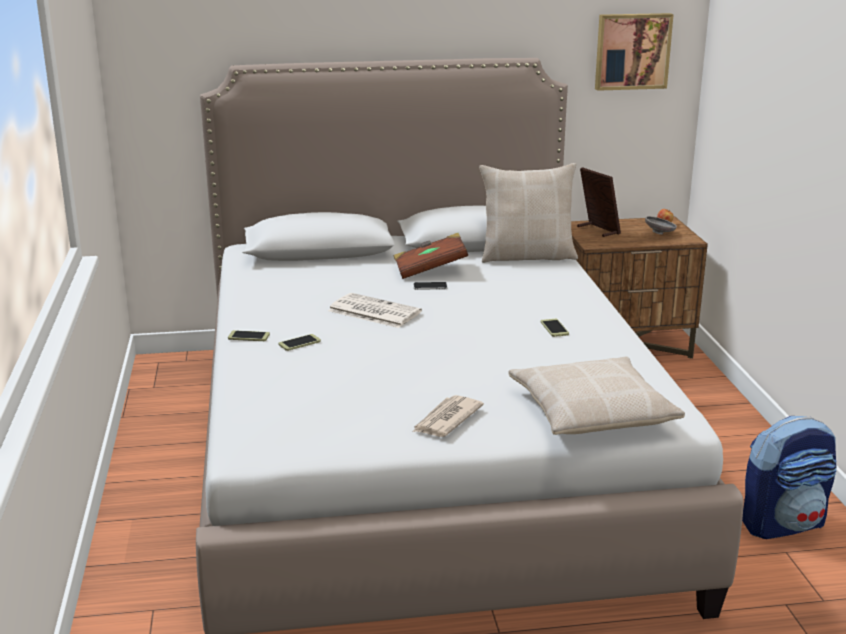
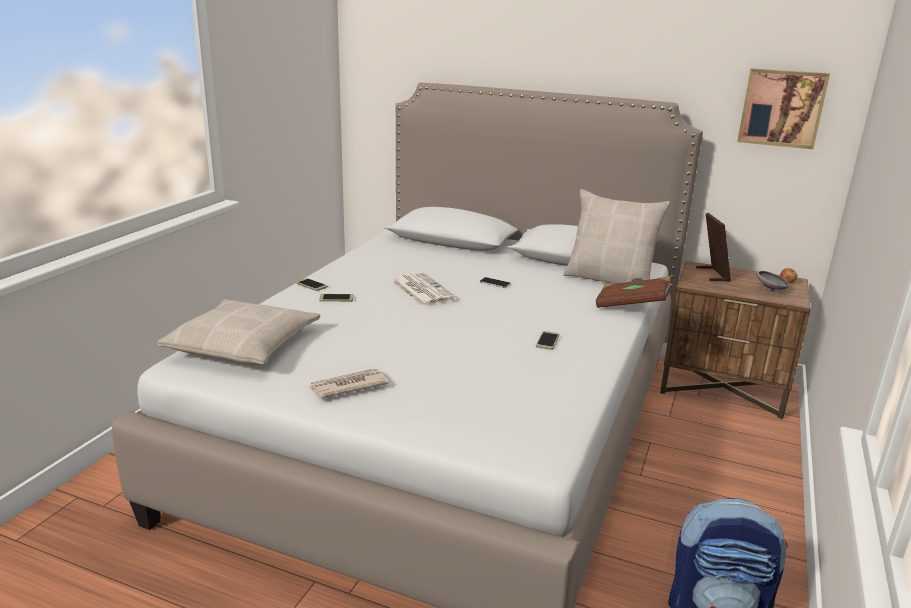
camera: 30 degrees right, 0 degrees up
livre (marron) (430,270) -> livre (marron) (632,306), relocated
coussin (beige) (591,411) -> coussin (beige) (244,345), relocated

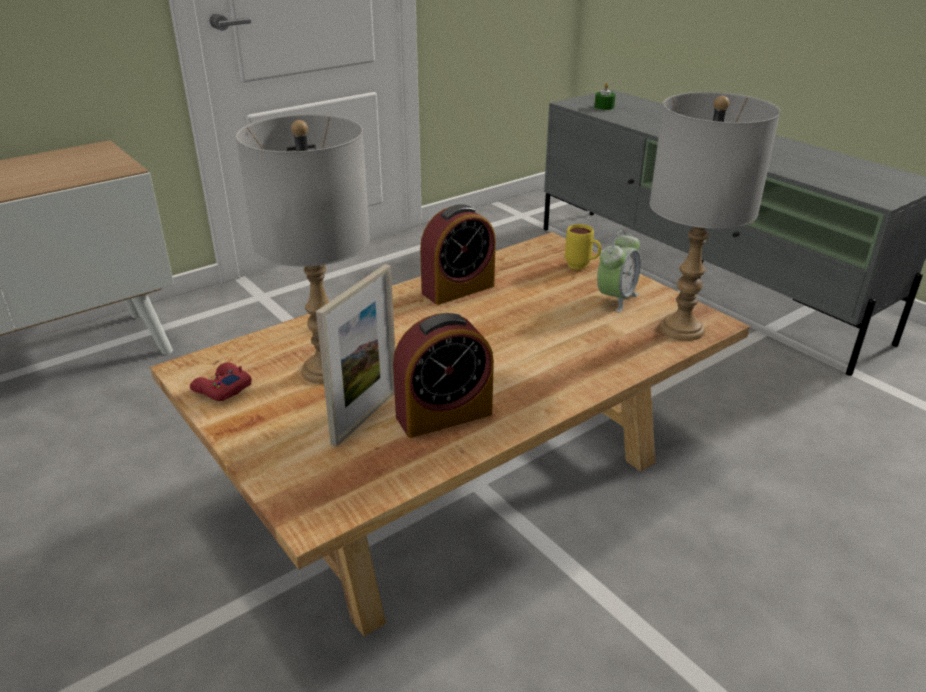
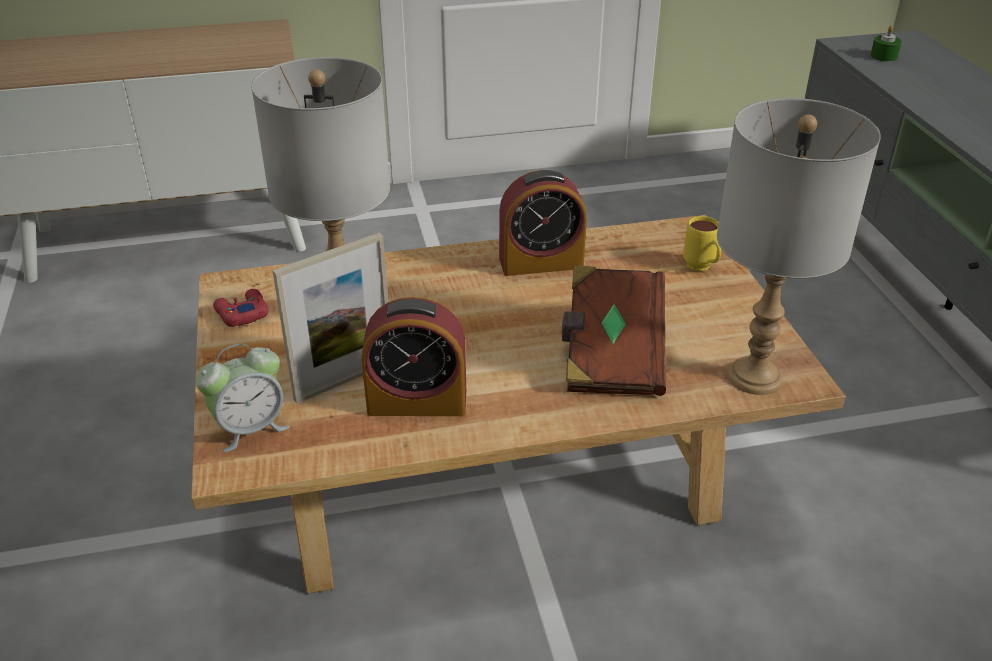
camera: 25 degrees right, 5 degrees up
réveil (615,299) -> réveil (250,428), relocated
none -> livre (marron) (611,354)

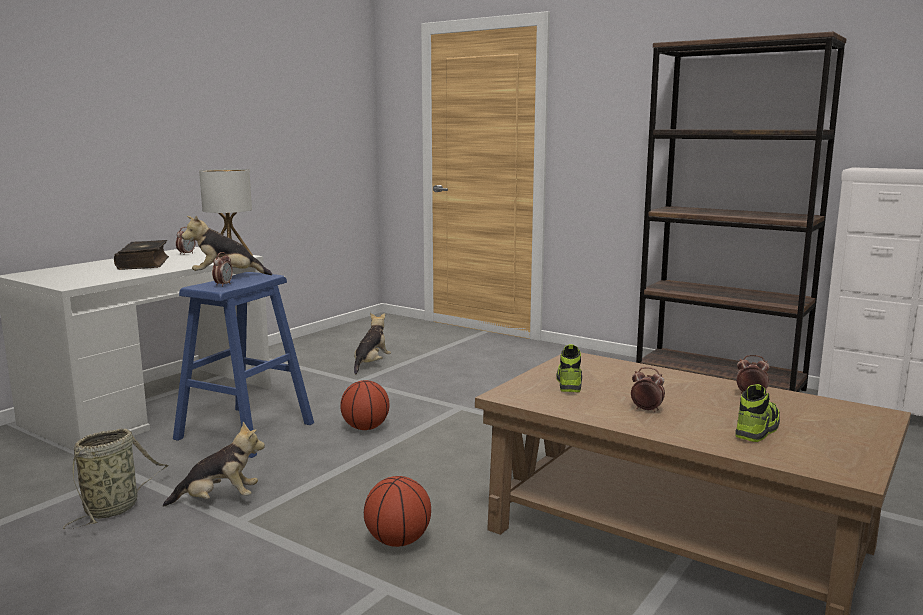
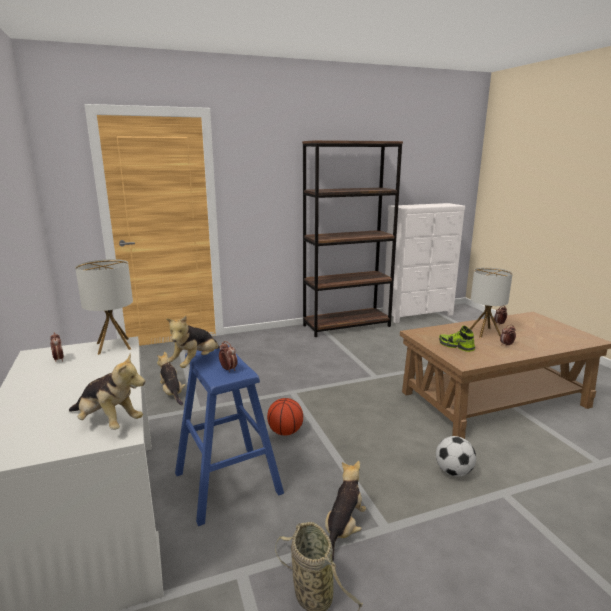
camera: 55 degrees left, 5 degrees up
livre (144,263) -> none
ballon de basket (398,541) -> ballon de foot (453,472)
chaussure (757,430) -> none
none -> peluche (108,422)
none -> lampe de table (484,332)

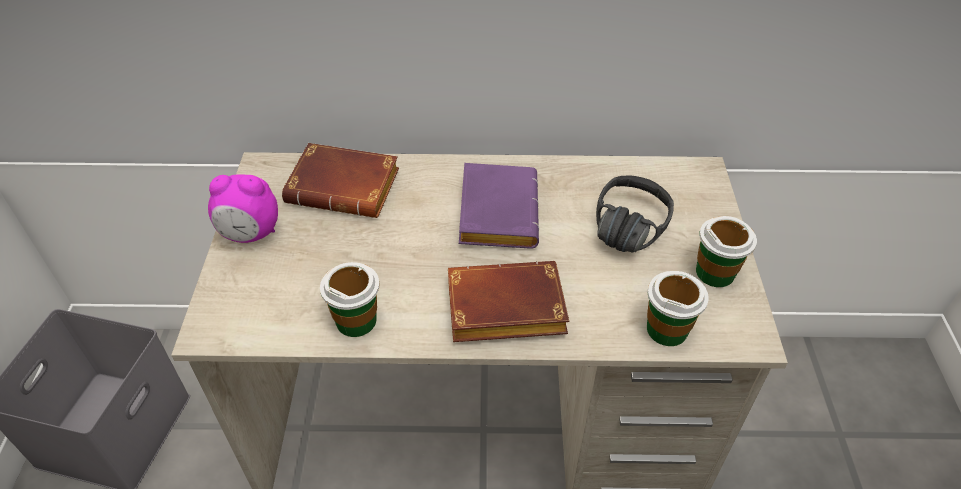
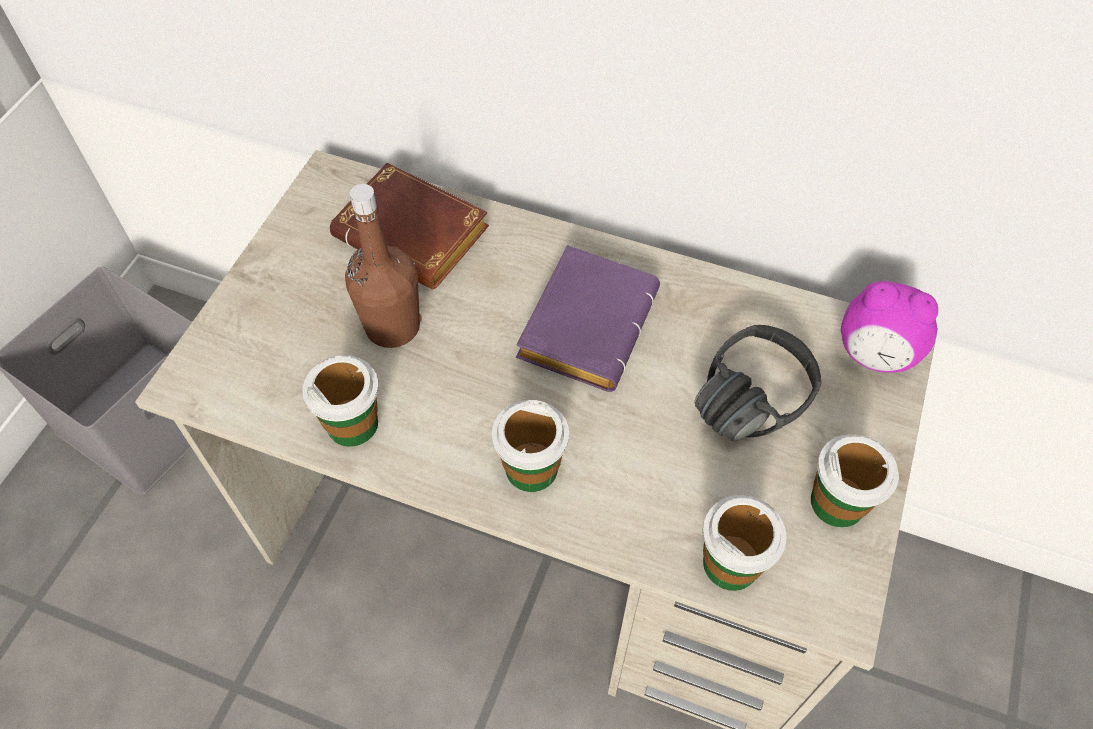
camera: 20 degrees right, 10 degrees up
réveil (250,234) -> réveil (874,355), relocated
livre (marron) (502,311) -> tasse (531,468)
none -> bouteille (marron) (392,327)

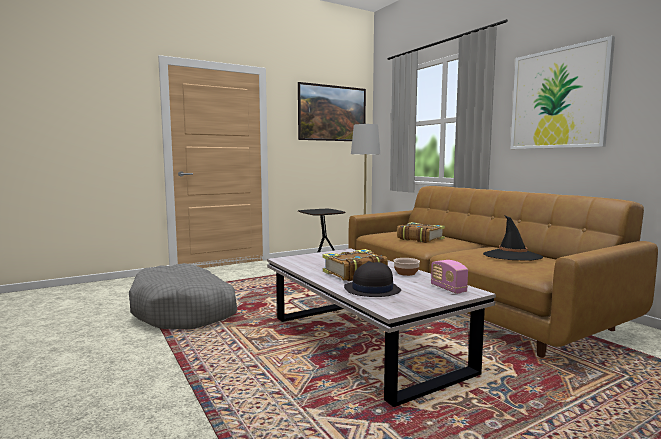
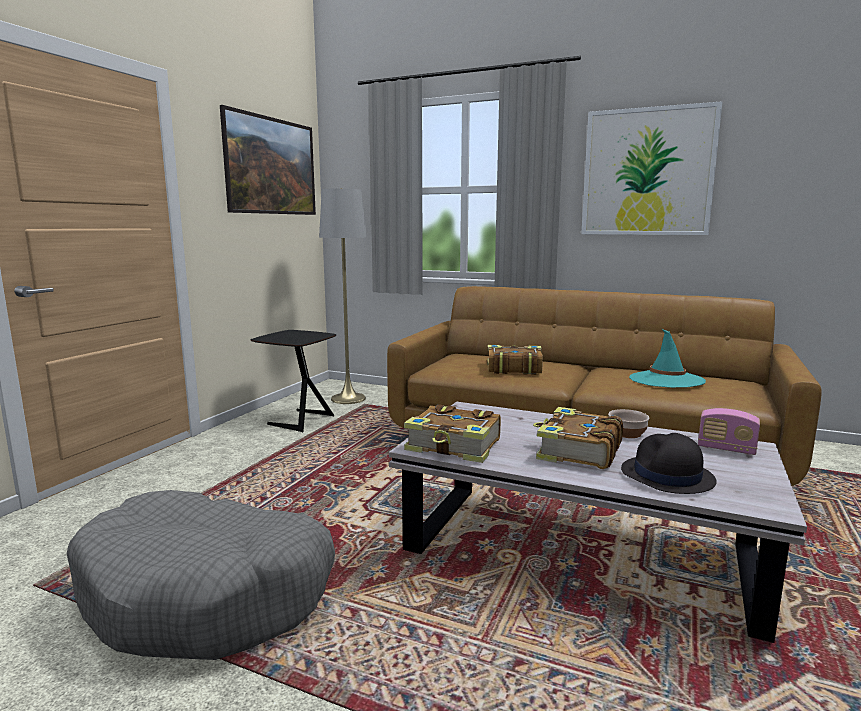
camera: 35 degrees left, 5 degrees up
chapeau (noir) (512,256) -> chapeau (turquoise) (666,380)
none -> livre (455,446)

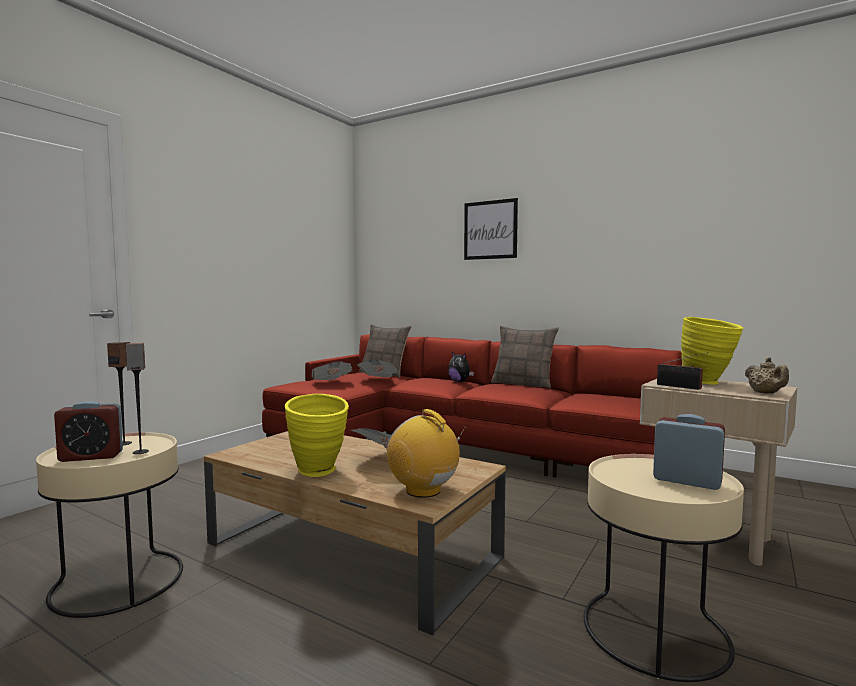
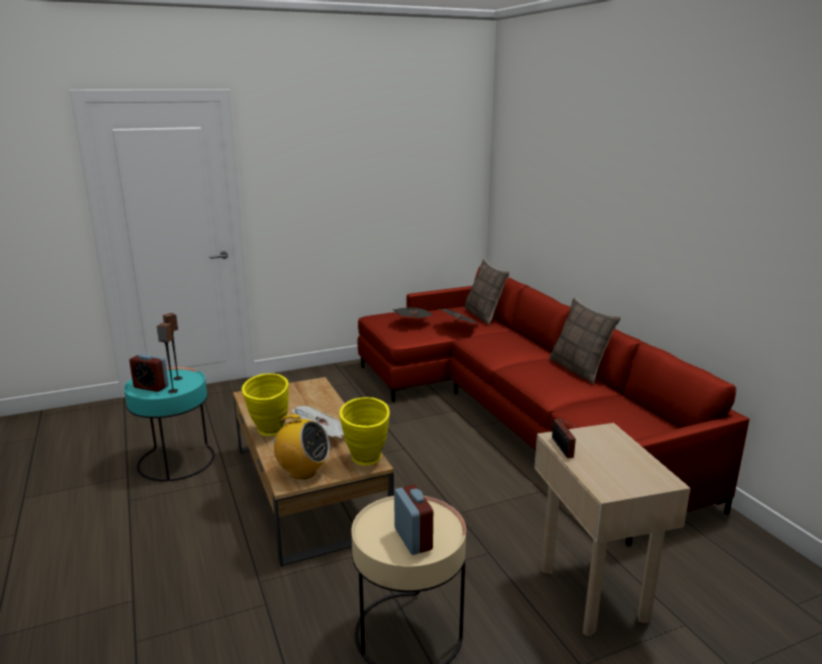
camera: 35 degrees right, 15 degrees up
table d'appoint (beige) (118,582) -> table d'appoint (turquoise) (176,461)
radio (424,491) -> radio (302,472), 120 degrees clockwise
peluche (460,381) -> none
tableau (490,230) -> none
vase (jaune) (709,383) -> vase (jaune) (366,461), relocated
théière (beige) (766,393) -> none

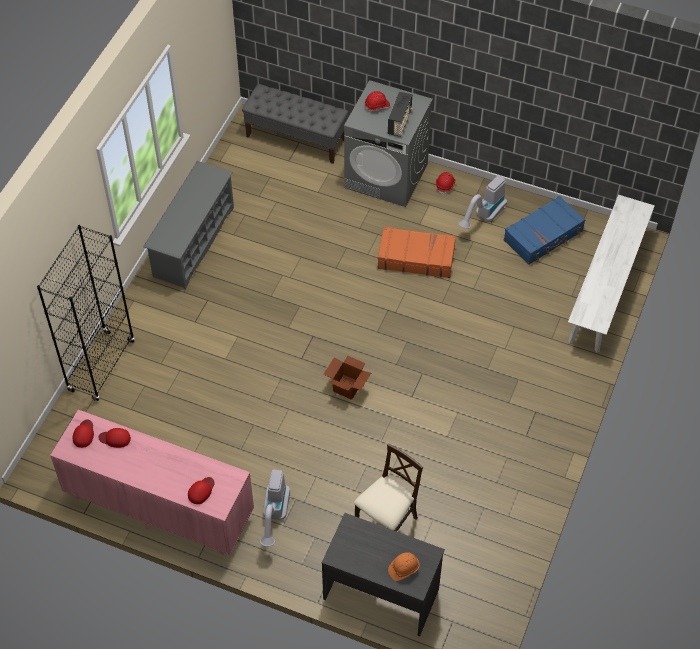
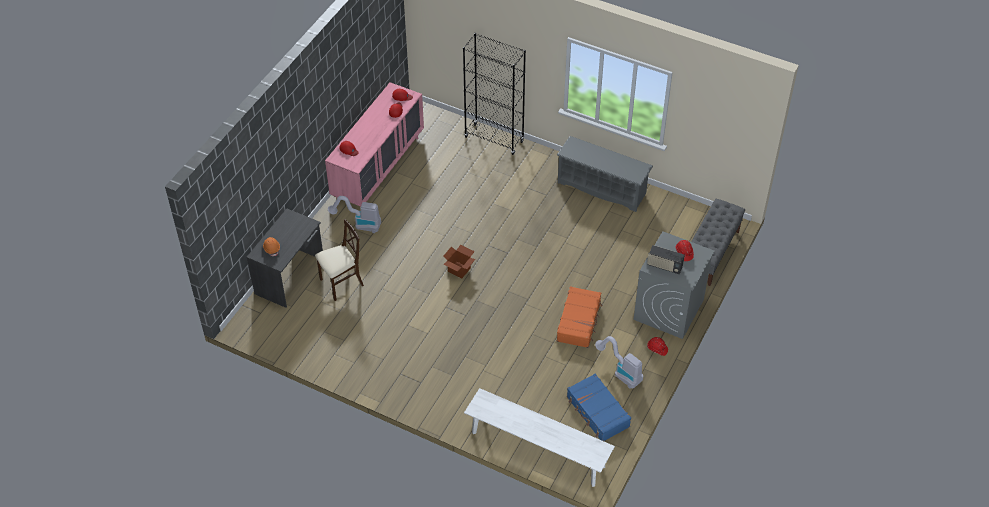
camera: 95 degrees right, 5 degrees down
chaise (beige) (387,524) -> chaise (beige) (341,283), 75 degrees counterclockwise

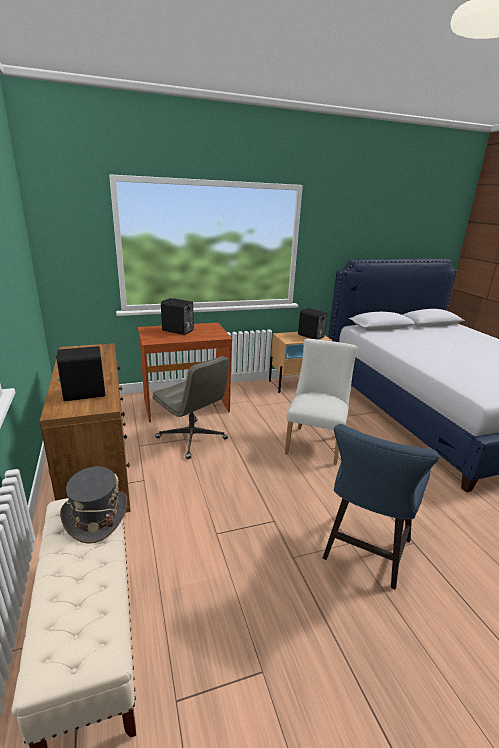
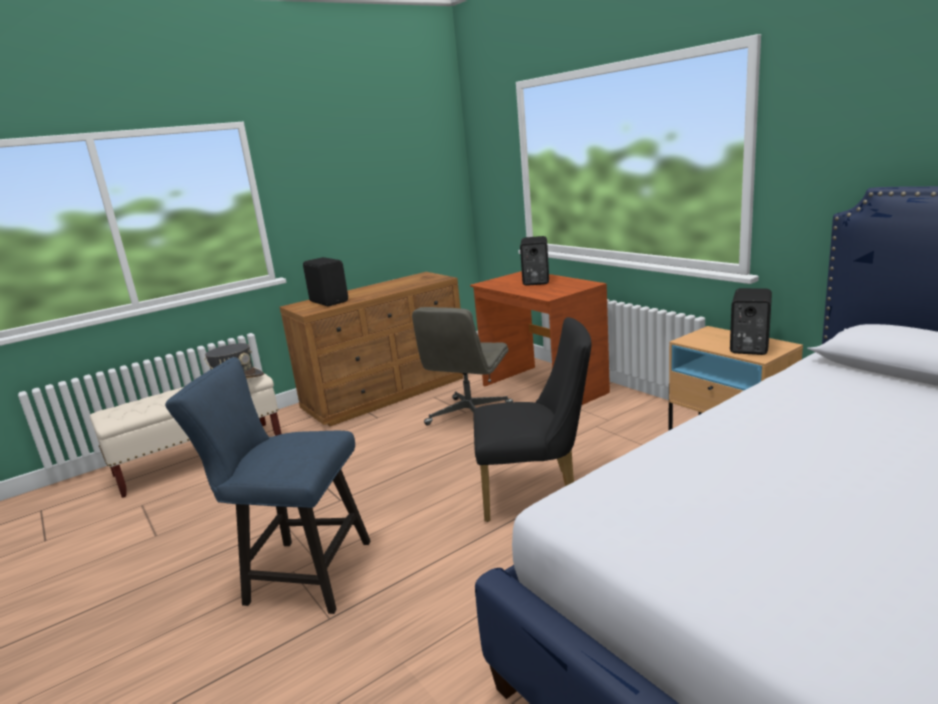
camera: 75 degrees right, 5 degrees down
chaise (blanc) (315,442) -> chaise (noir) (537,493)

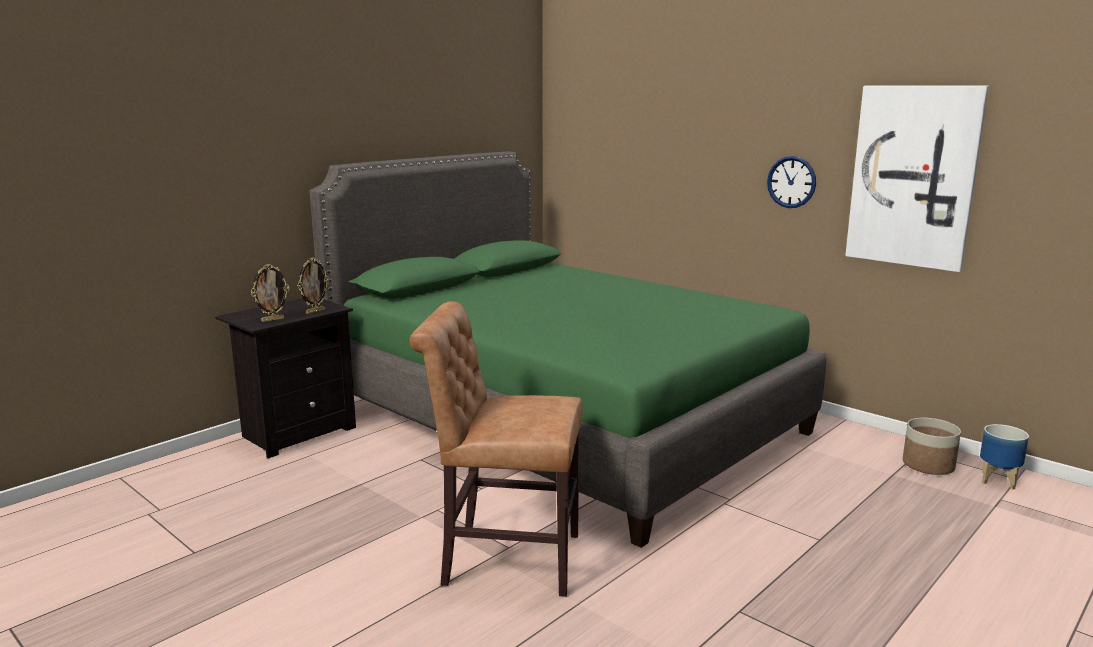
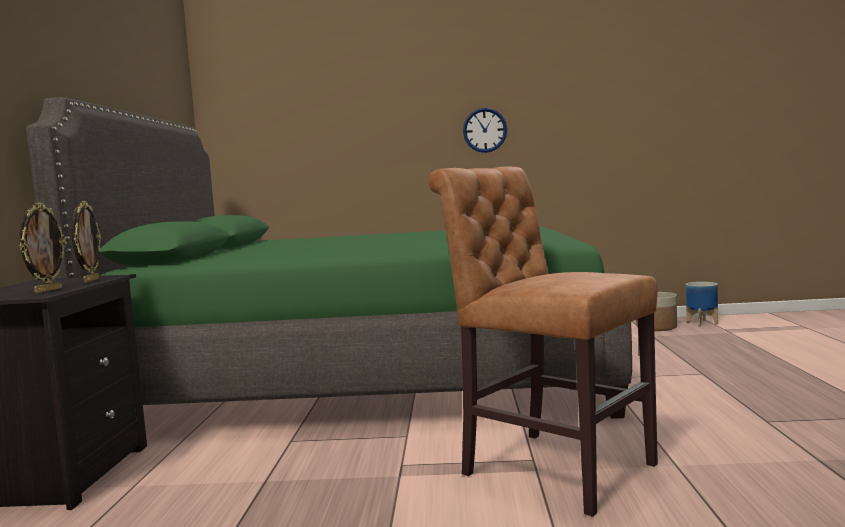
camera: 40 degrees left, 10 degrees down
chaise (marron) (504,559) -> chaise (marron) (549,468), 75 degrees clockwise
tableau (913,176) -> none

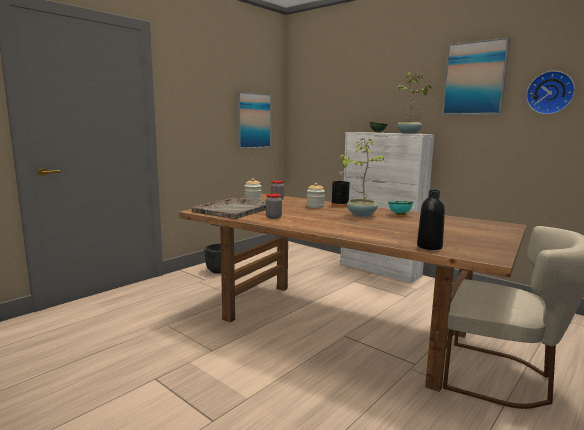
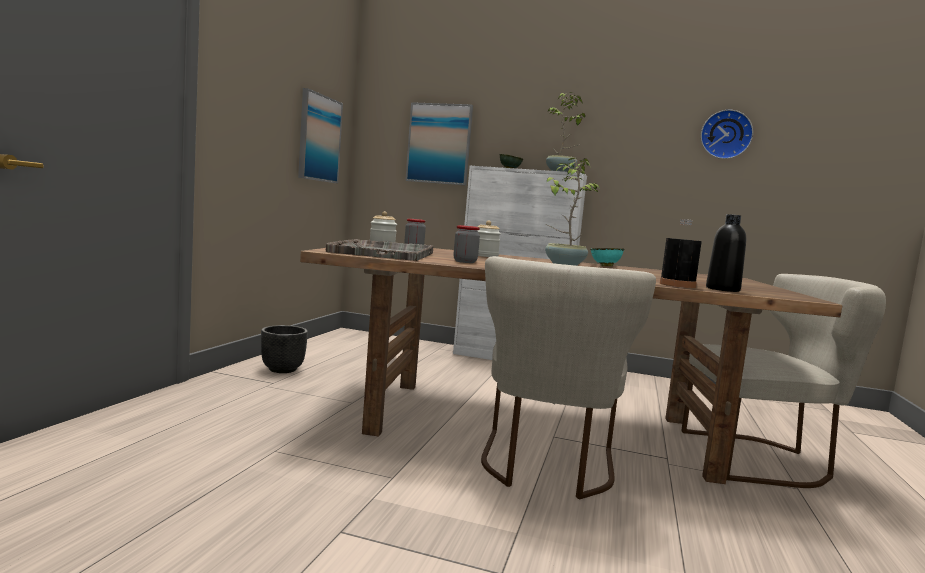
camera: 25 degrees left, 5 degrees down
bouteille (noir) (340,205) -> bouteille (noir) (677,285), relocated
tableau (475,78) -> tableau (439,144), relocated
none -> chaise (beige) (546,467)

